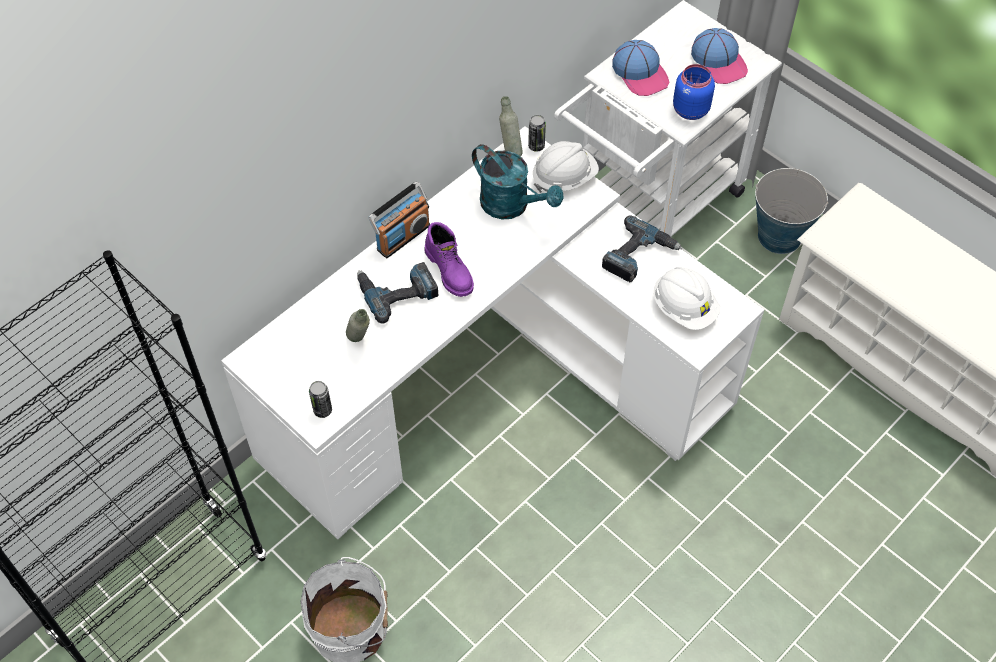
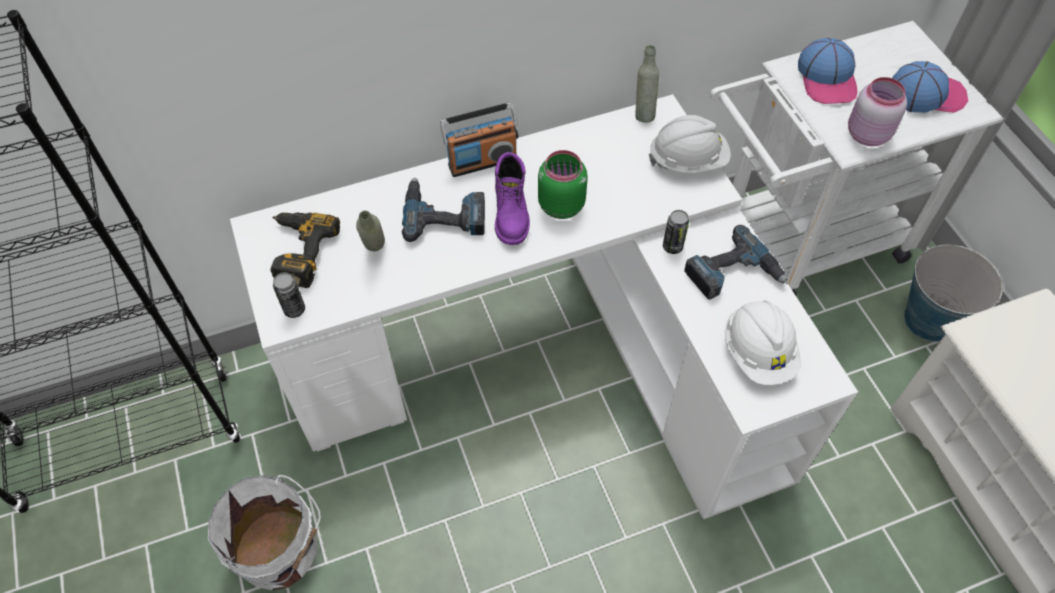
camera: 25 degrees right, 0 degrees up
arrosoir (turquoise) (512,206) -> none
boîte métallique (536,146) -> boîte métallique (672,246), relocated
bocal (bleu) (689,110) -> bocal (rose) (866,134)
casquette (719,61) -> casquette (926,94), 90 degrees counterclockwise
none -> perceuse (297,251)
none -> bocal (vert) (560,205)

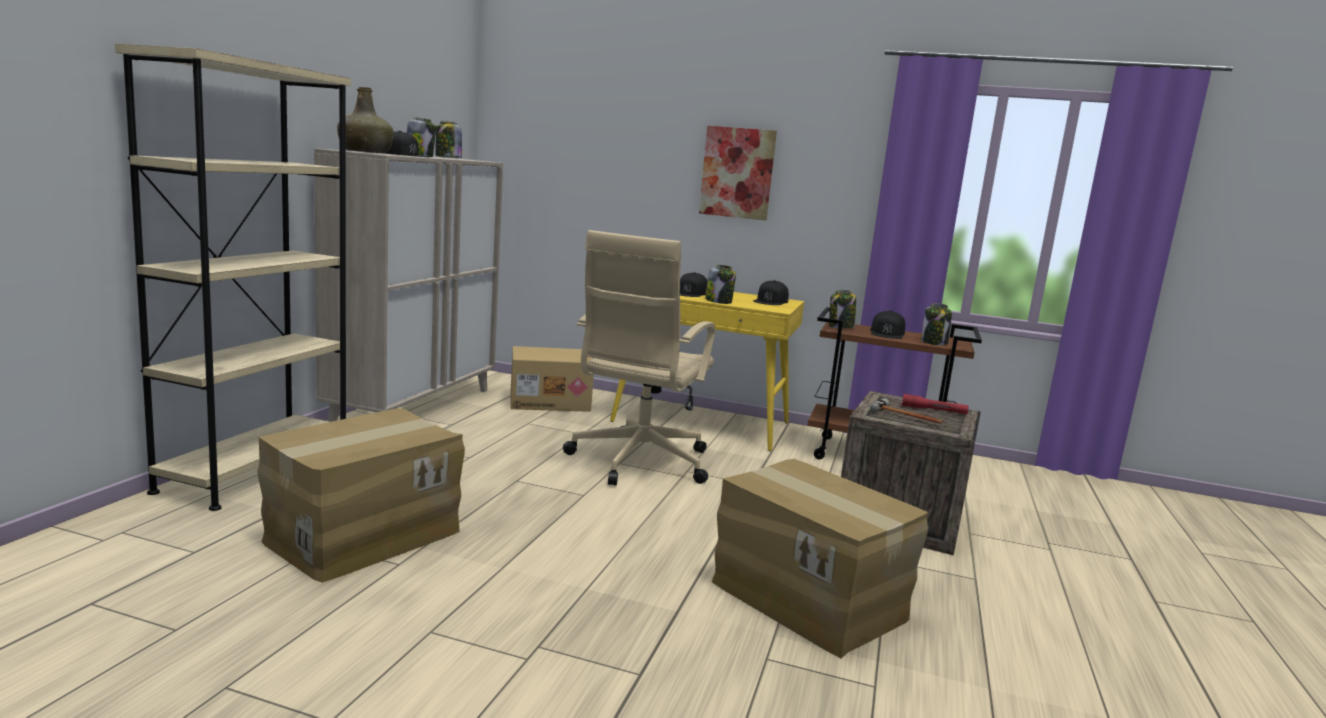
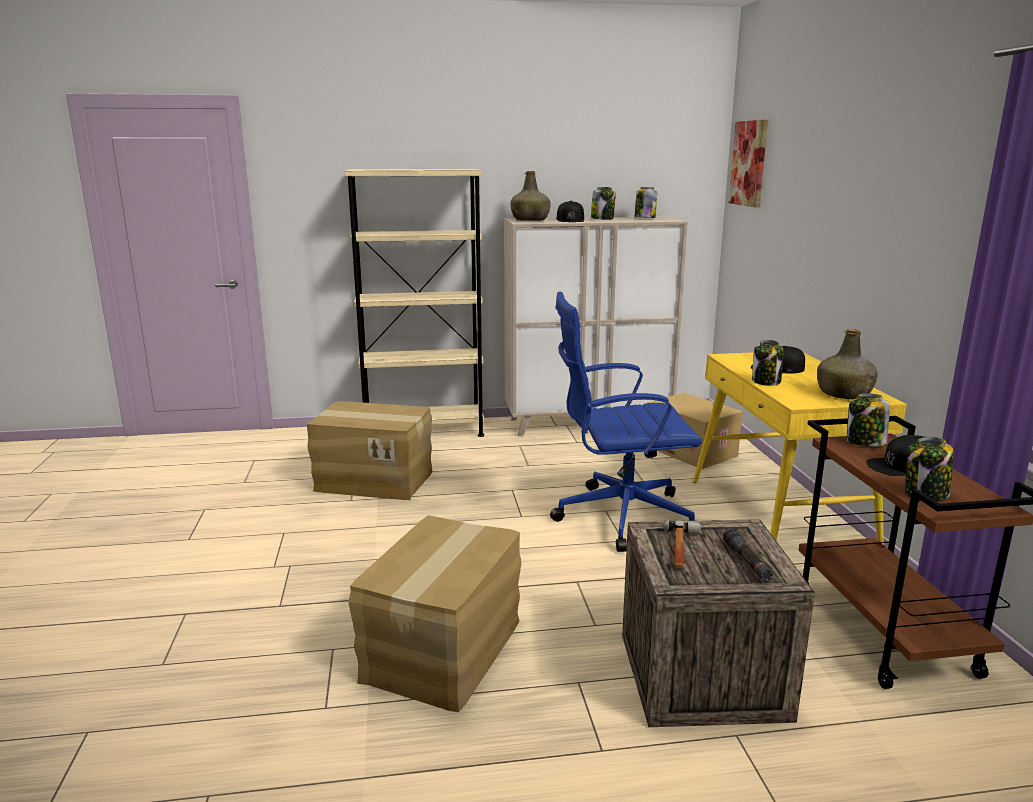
camera: 65 degrees right, 5 degrees up
chaise de bureau (beige) (638,462) -> chaise de bureau (bleu) (620,516)
tableau (737,173) -> tableau (749,163), relocated
casquette (noir) (771,301) -> bouteille (vert) (844,394)
lampe de poche (rouge) (933,410) -> lampe de poche (noir) (746,561)

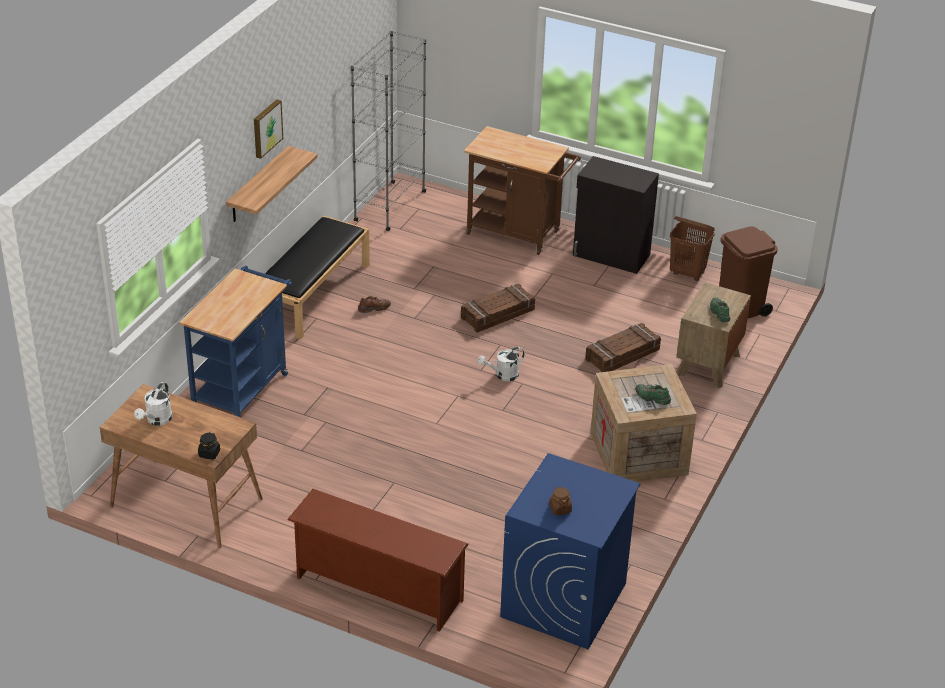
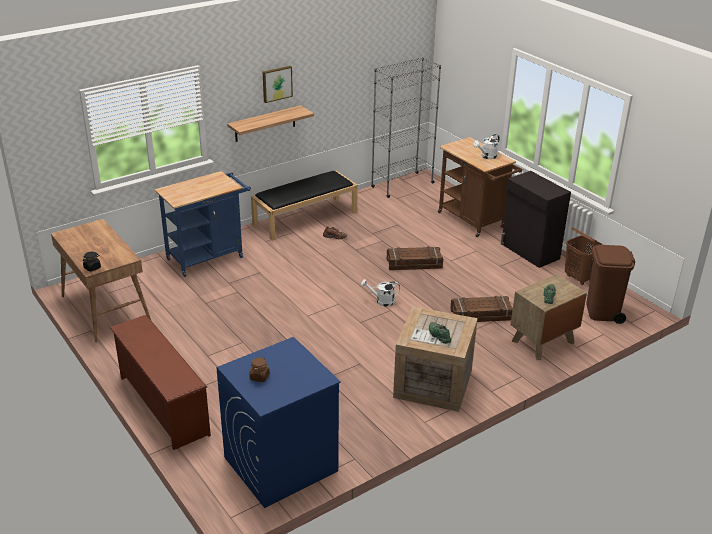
camera: 30 degrees right, 5 degrees down
arrosoir (blanc) (157,420) -> arrosoir (blanc) (486,156), relocated

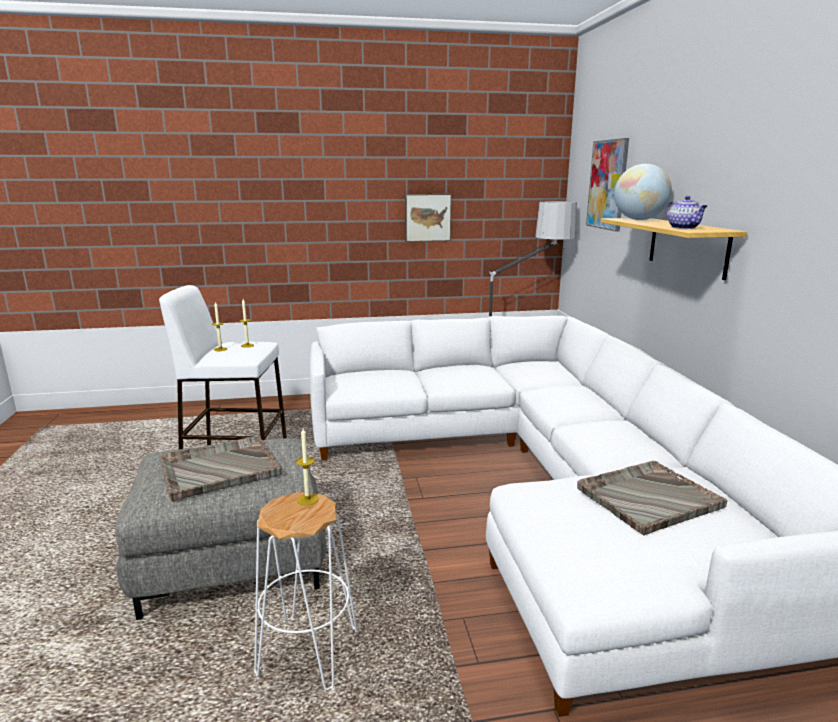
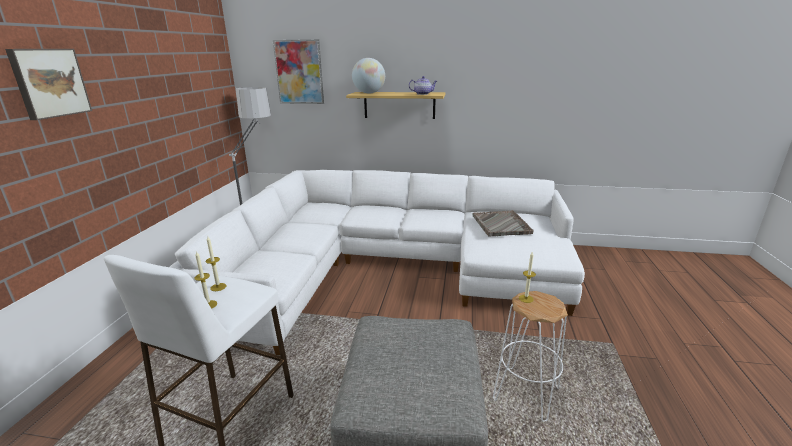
camera: 70 degrees left, 5 degrees up
plateau (gris) (218,468) -> none
tableau (427,217) -> tableau (49,83), relocated

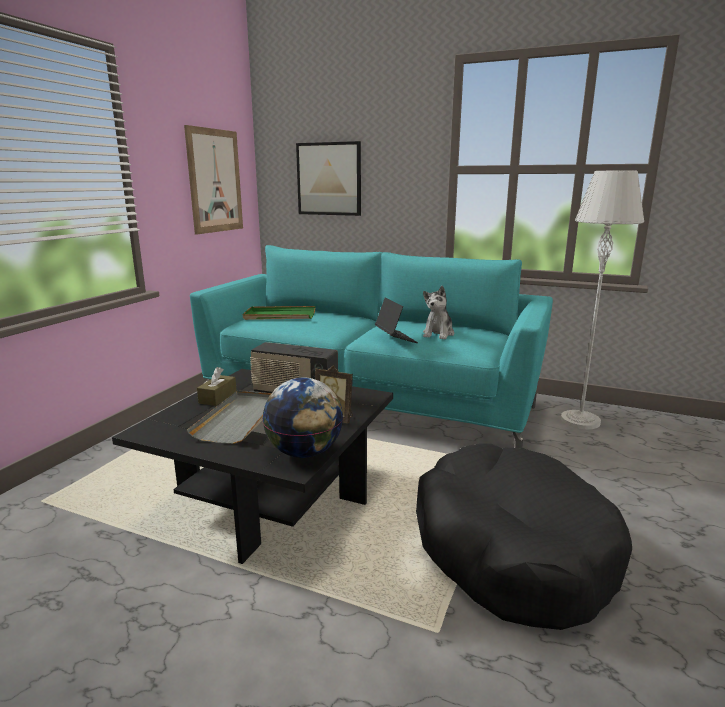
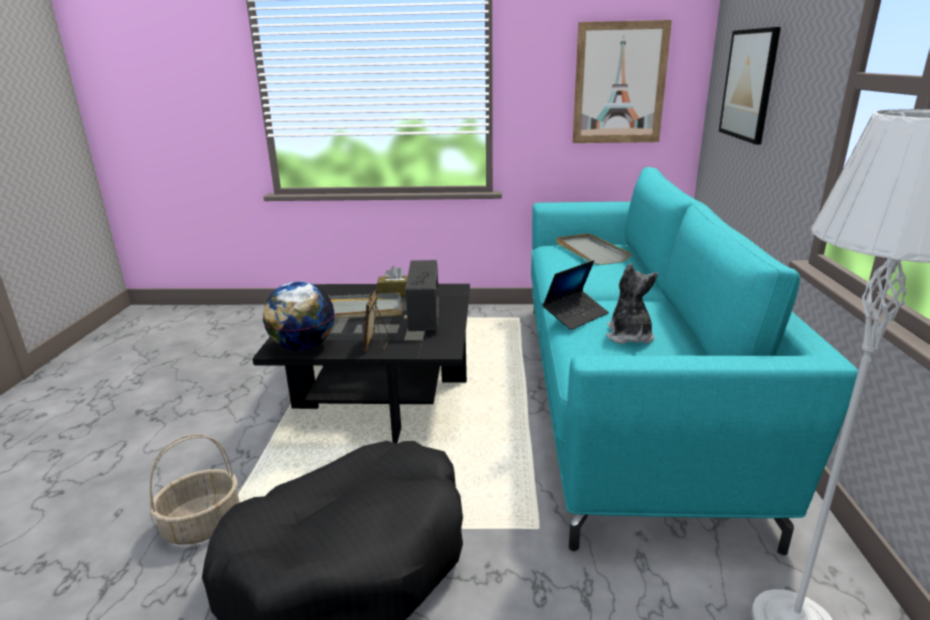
camera: 70 degrees right, 5 degrees up
plateau (vert) (279,316) -> plateau (gris) (590,252)
peluche (438,334) -> peluche (629,336), 90 degrees clockwise
none -> panier (203,524)

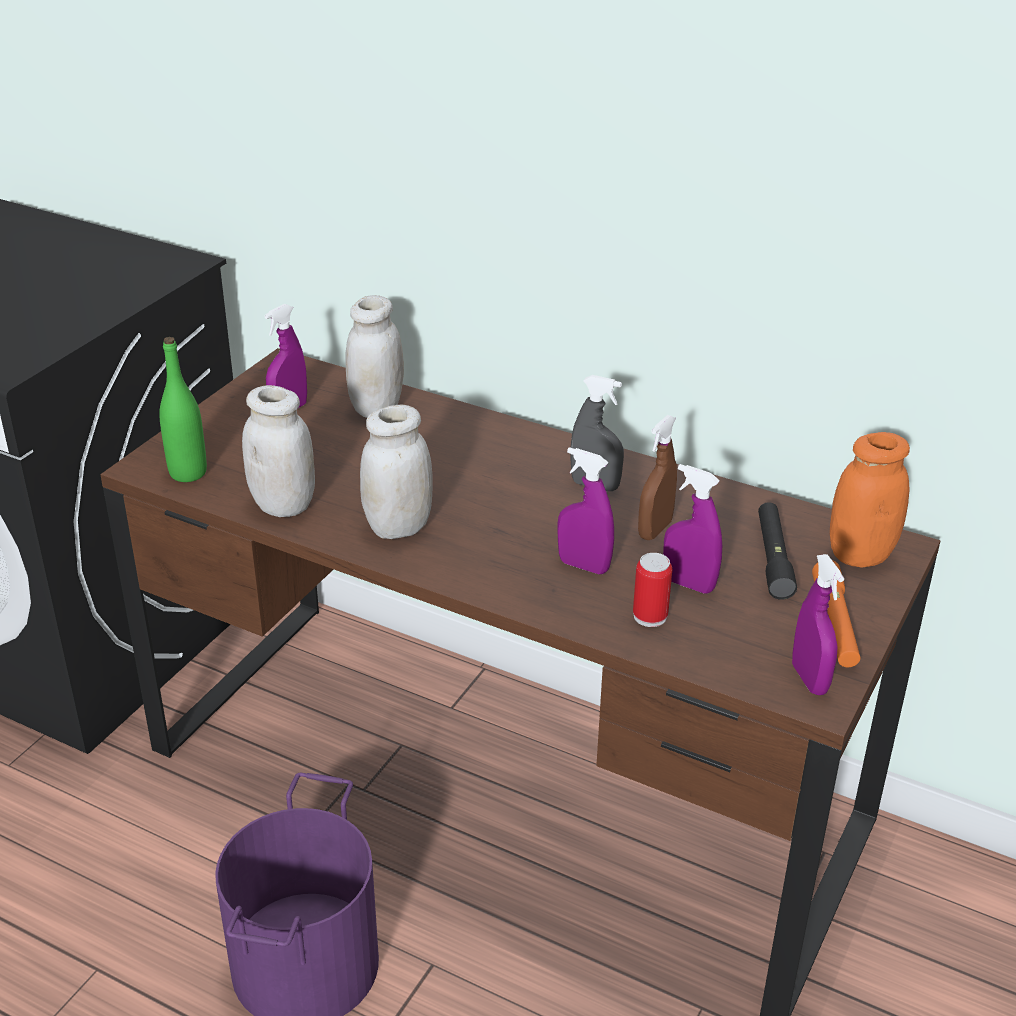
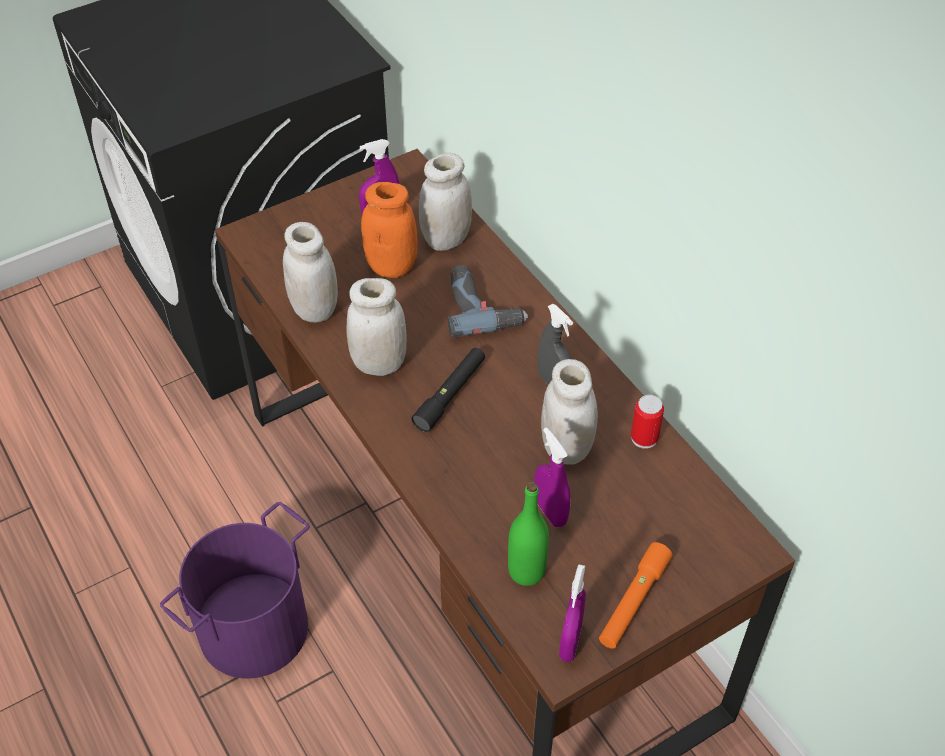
camera: 30 degrees right, 15 degrees up
bouteille (vert) (188,473) -> bouteille (vert) (526,571), relocated
vaporisateur (violet) (583,566) -> none
boîte métallique (650,616) -> boîte métallique (644,438), relocated
vaporisateur (marron) (655,530) -> bocal (blanc) (566,447)
lampe de poche (noir) (773,558) -> lampe de poche (noir) (450,394), relocated
bocal (orange) (860,554) -> bocal (orange) (391,266), relocated
none -> perceuse (482,307)

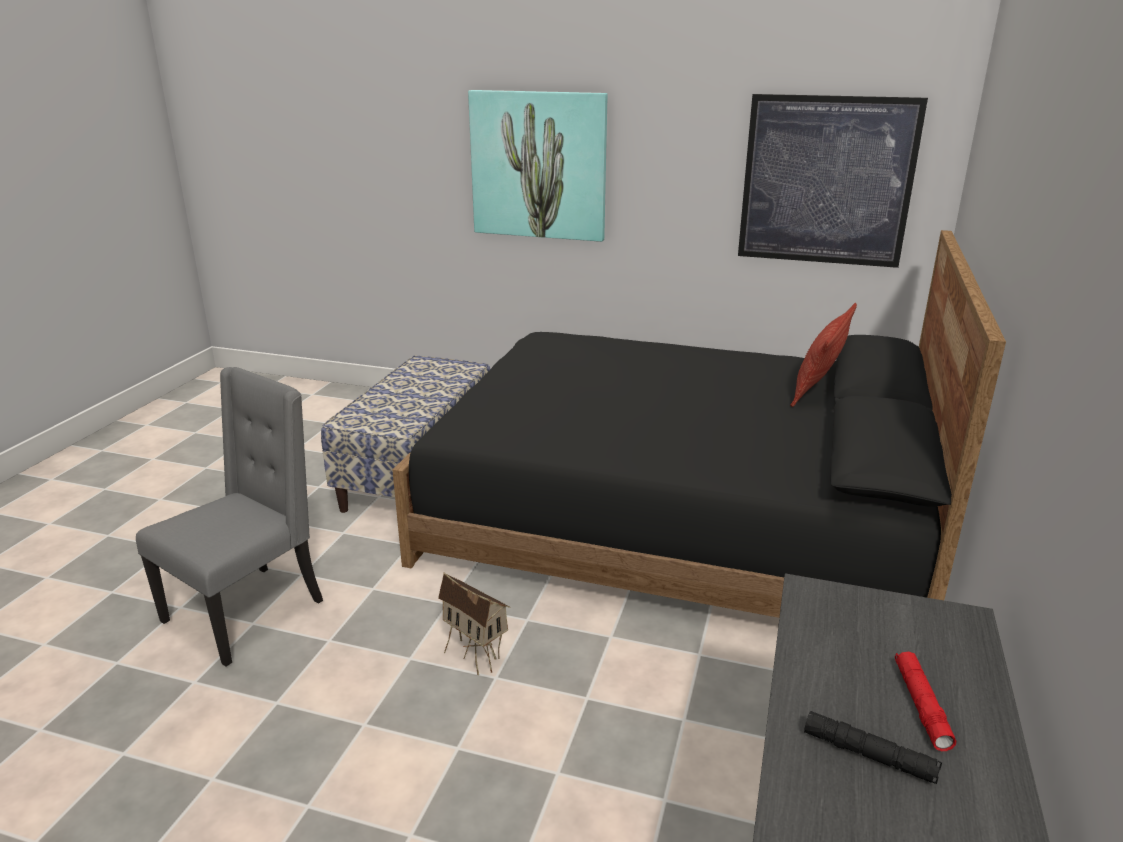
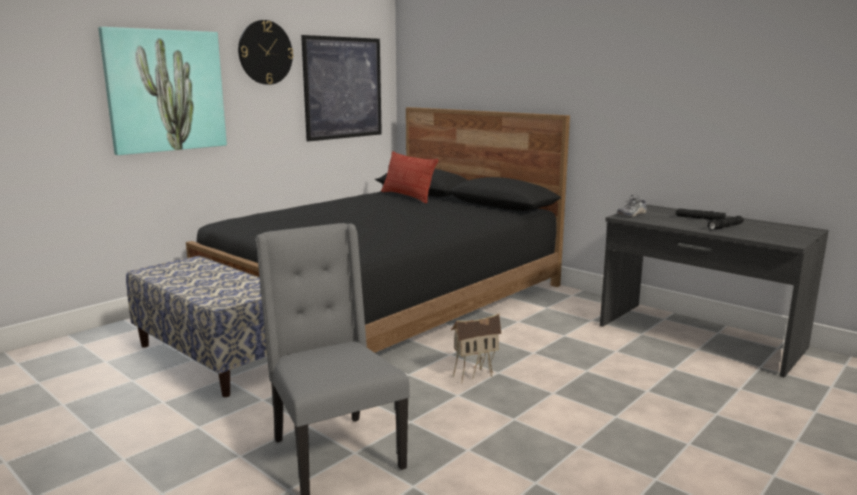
camera: 65 degrees left, 10 degrees down
lampe de poche (rouge) (921,705) -> lampe de poche (noir) (699,218)
none -> horloge murale (265,52)
none -> chaussure (632,214)

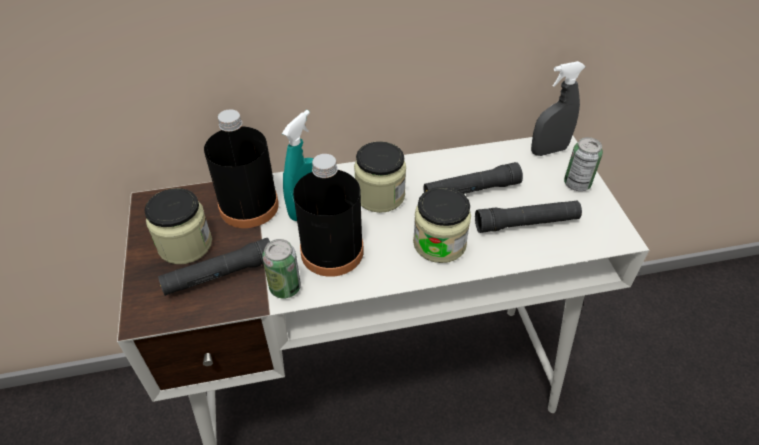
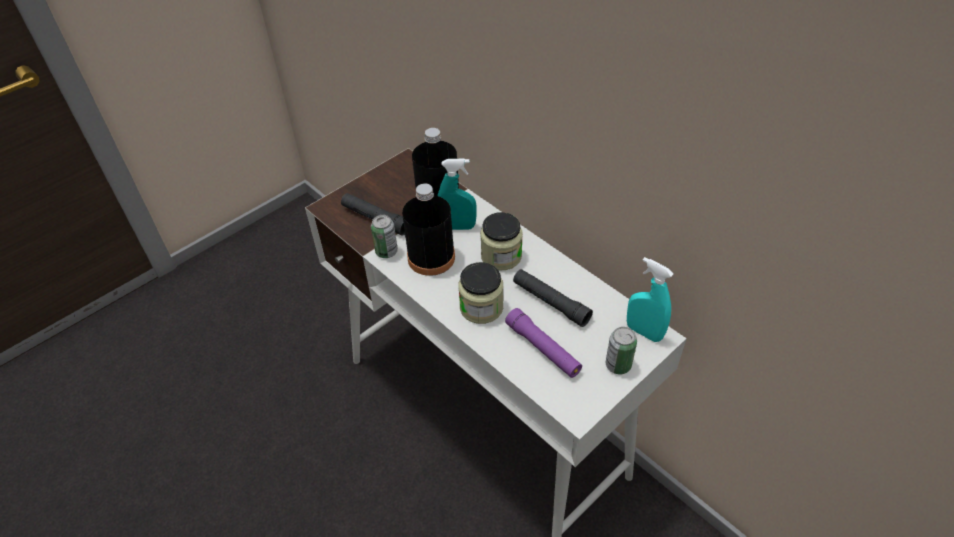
camera: 60 degrees right, 0 degrees up
bocal (185,244) -> none
lampe de poche (noir) (526,223) -> lampe de poche (violet) (543,349)
vaporisateur (gris) (548,150) -> vaporisateur (turquoise) (644,332)

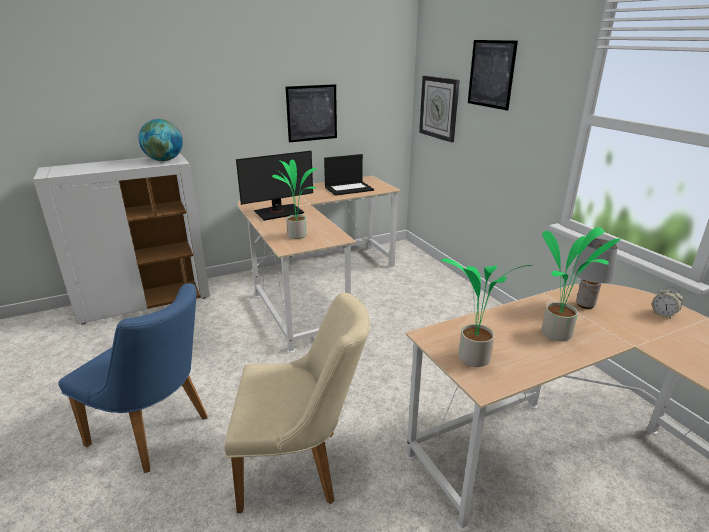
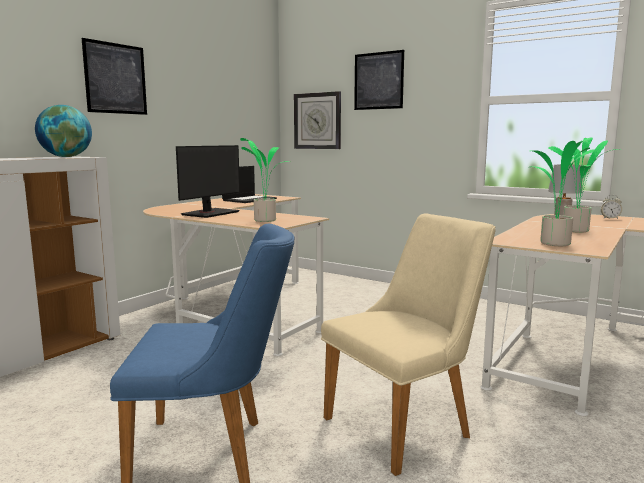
camera: 30 degrees left, 15 degrees down
tableau (312,113) -> tableau (115,78), relocated

